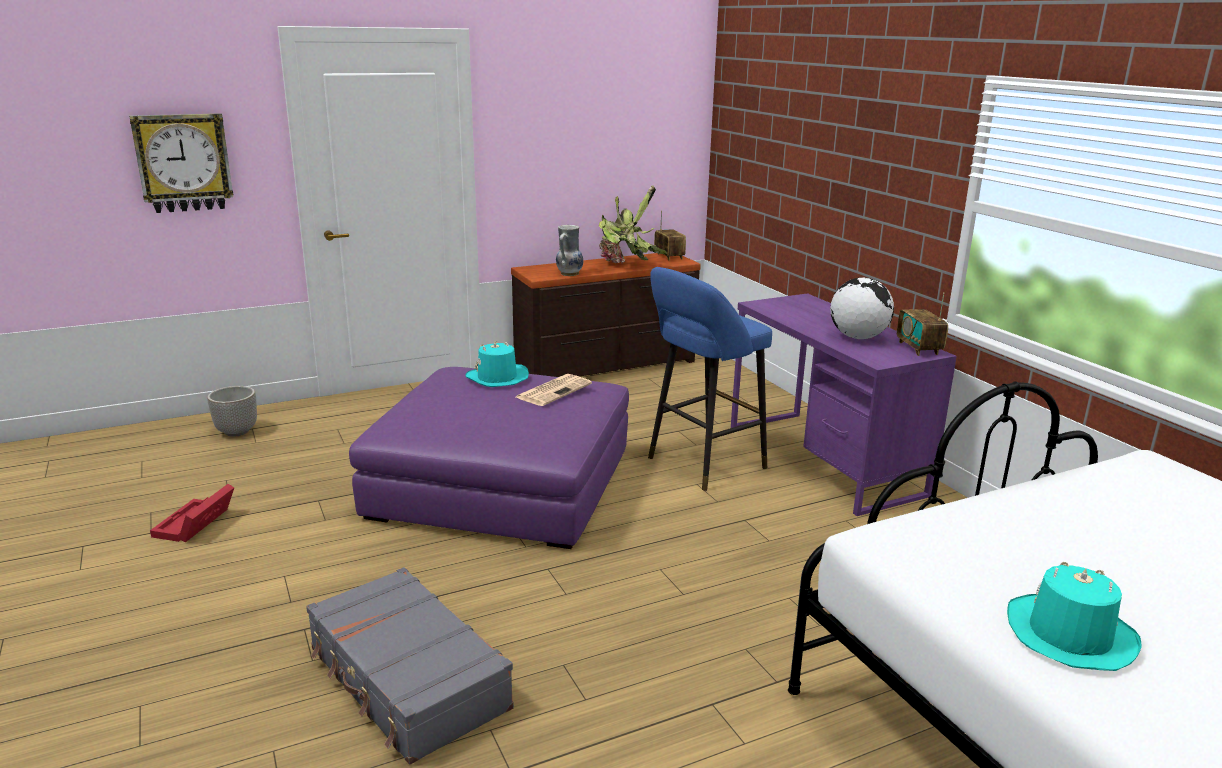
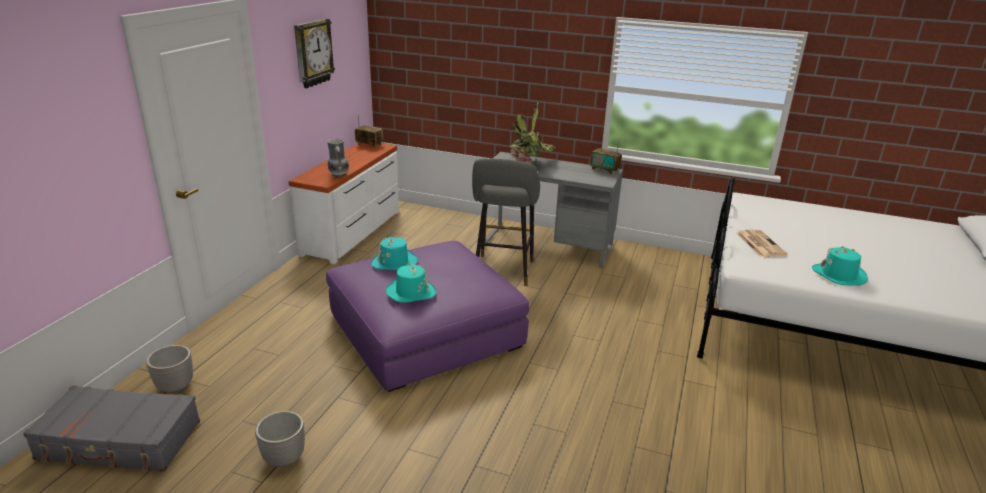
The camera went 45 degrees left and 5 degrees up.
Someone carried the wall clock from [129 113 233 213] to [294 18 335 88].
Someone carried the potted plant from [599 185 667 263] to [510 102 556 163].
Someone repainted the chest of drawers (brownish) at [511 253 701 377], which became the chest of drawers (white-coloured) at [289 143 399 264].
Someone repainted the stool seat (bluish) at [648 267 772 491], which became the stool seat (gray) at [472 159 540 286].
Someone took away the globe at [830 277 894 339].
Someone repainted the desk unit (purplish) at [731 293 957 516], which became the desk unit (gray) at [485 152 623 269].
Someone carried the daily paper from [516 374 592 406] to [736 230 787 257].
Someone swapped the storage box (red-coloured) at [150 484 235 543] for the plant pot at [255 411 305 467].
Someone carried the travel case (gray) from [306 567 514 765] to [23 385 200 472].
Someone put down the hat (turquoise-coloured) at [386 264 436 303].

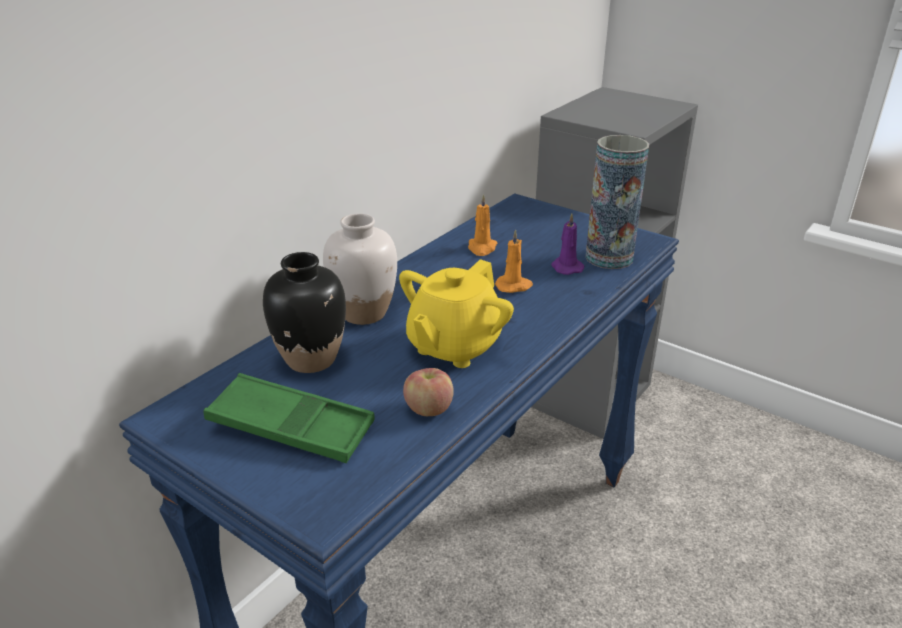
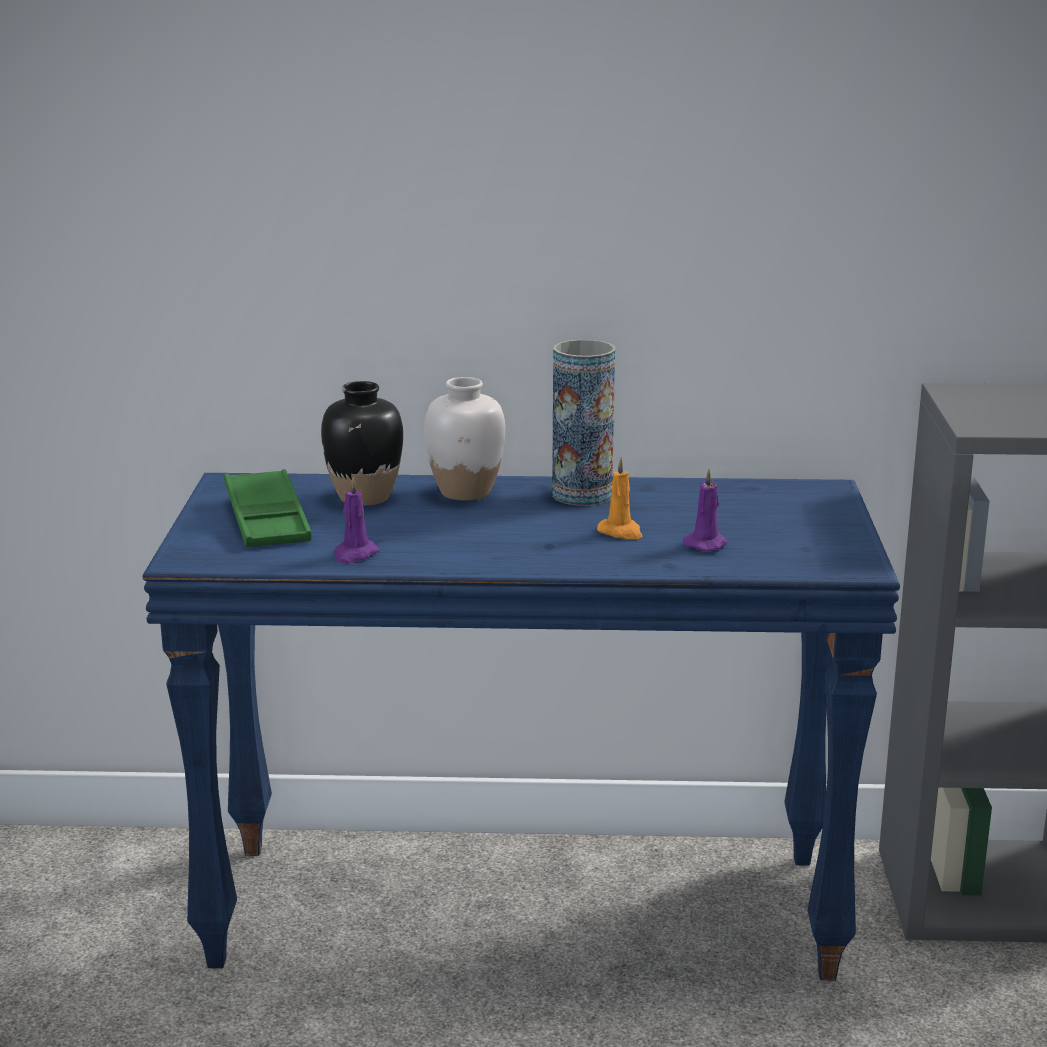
The camera went 55 degrees right and 10 degrees down.
Someone carried the flower vase from [585 135 649 269] to [552 339 615 506].
Someone took away the wax candle (orange) at [468 194 497 256].
Someone took away the teapot (yellow) at [399 259 514 368].
Someone swapped the apple at [403 368 454 416] for the wax candle (purplish) at [334 477 379 564].

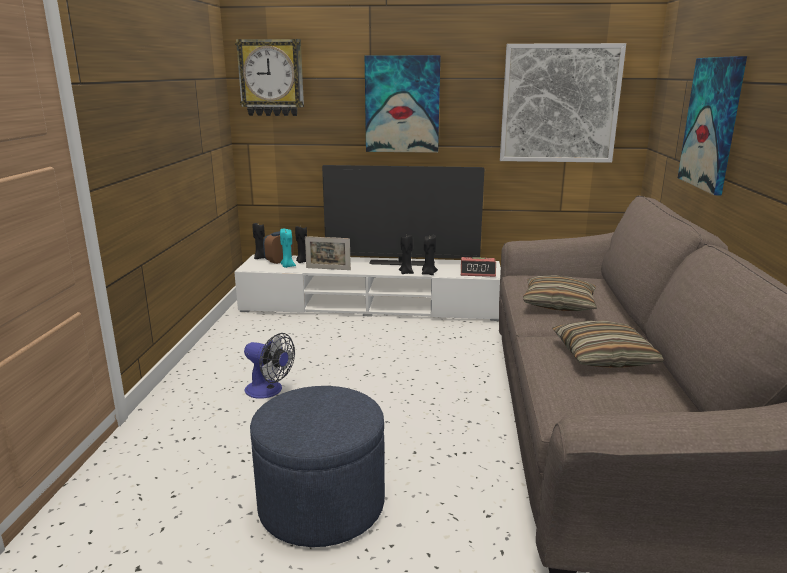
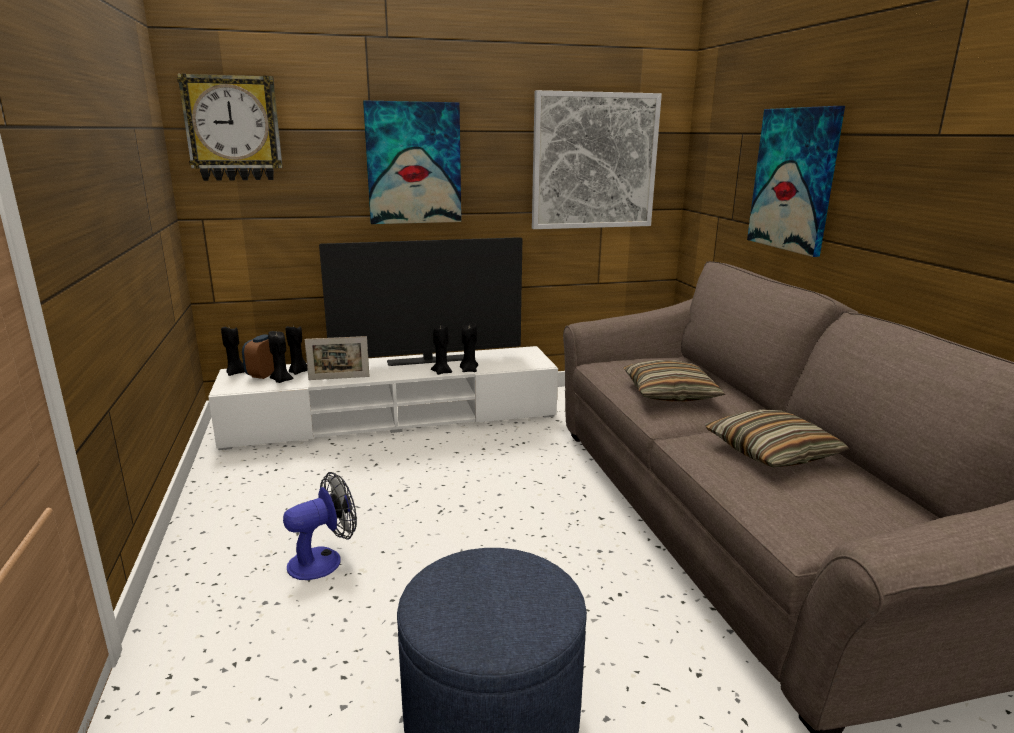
The camera went 20 degrees left and 0 degrees up.
Someone repainted the wax candle (turquoise-coloured) at [280 229 296 268], which became the wax candle (black-coloured) at [268 331 294 383].
Someone took away the alarm clock at [461 257 496 277].
Someone rotated the electric fan at [244 333 295 399] by 45 degrees counterclockwise.

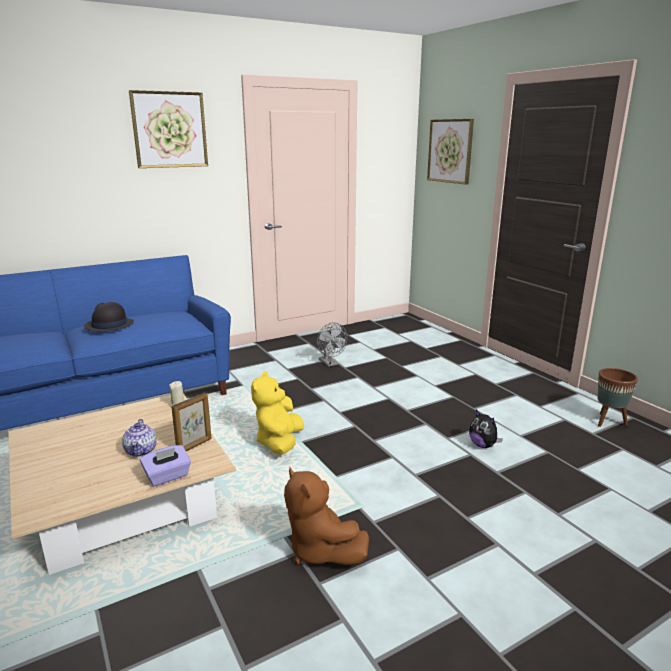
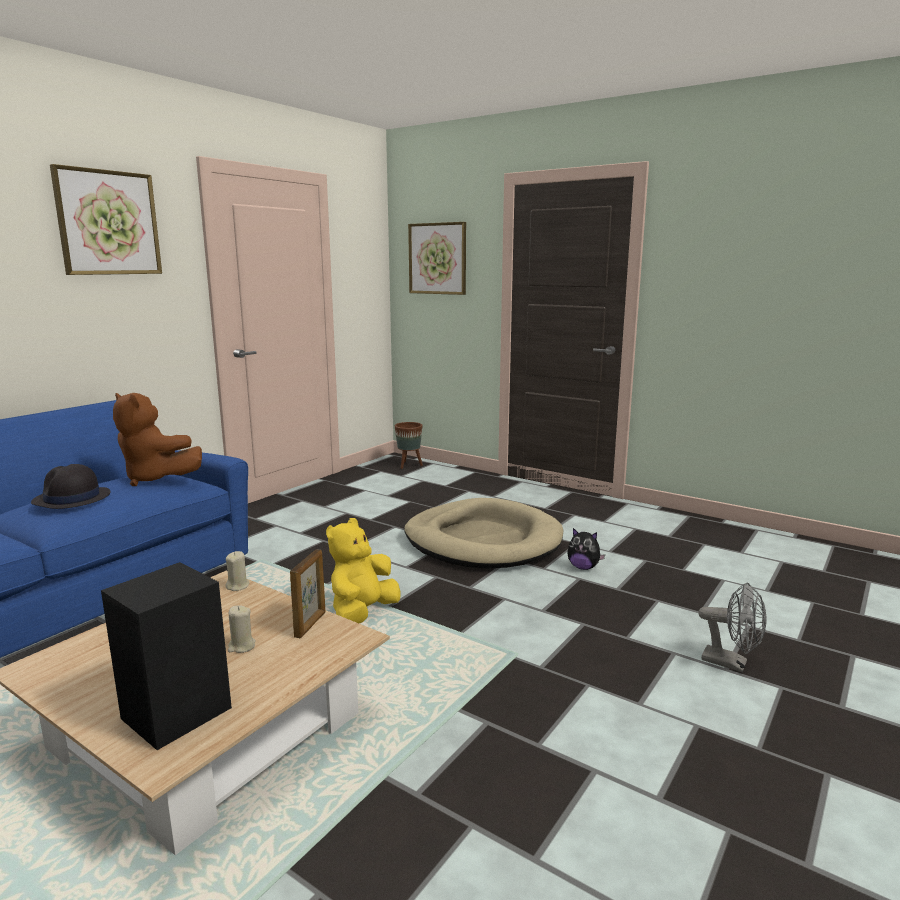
The camera went 25 degrees left and 5 degrees down.
Someone carried the electric fan (gray) from [317 322 347 367] to [698 582 766 672].
Someone carried the plant pot (brownish) from [597 368 638 427] to [395 422 423 469].
Someone rotated the soft toy (yellow) at [251 371 304 455] by 45 degrees clockwise.
Someone swapped the teapot at [122 419 157 457] for the wax candle (beige-coloured) at [228 605 256 653].
Someone took away the tissue box (purplish) at [140 445 191 487].
Someone carried the soft toy (brownish) from [284 467 369 566] to [113 393 202 486].
Someone put down the dog cushion (beige-coloured) at [404 498 563 568].
Someone put down the loudspeaker (black-coloured) at [101 562 232 750].

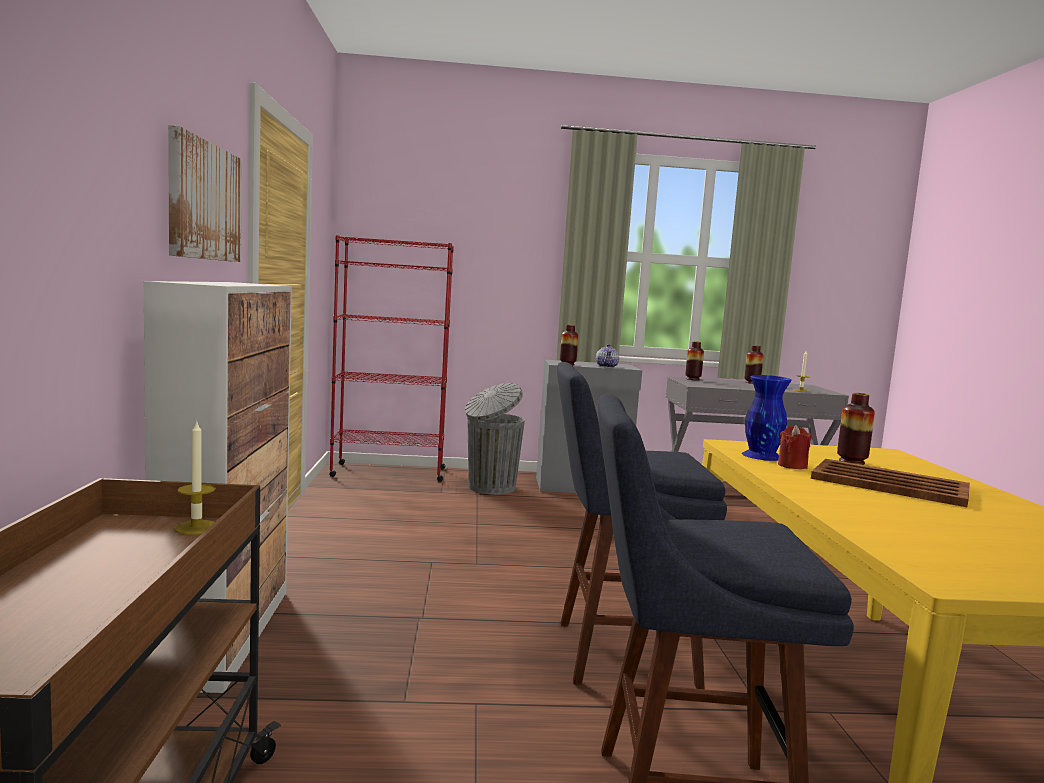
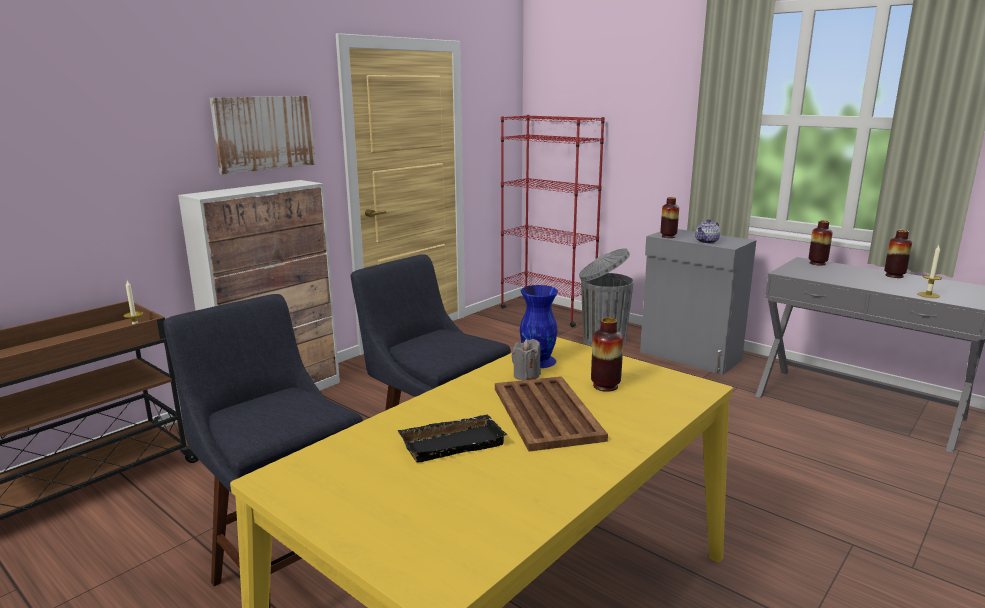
The camera went 45 degrees right and 10 degrees up.
Someone repainted the wax candle (red-coloured) at [778 425 811 469], which became the wax candle (gray) at [511 339 541 380].
Someone put down the serving tray (black-coloured) at [398 415 507 463].

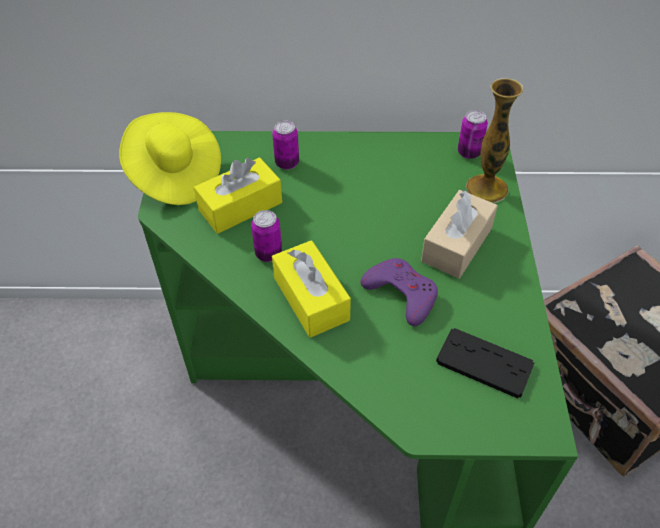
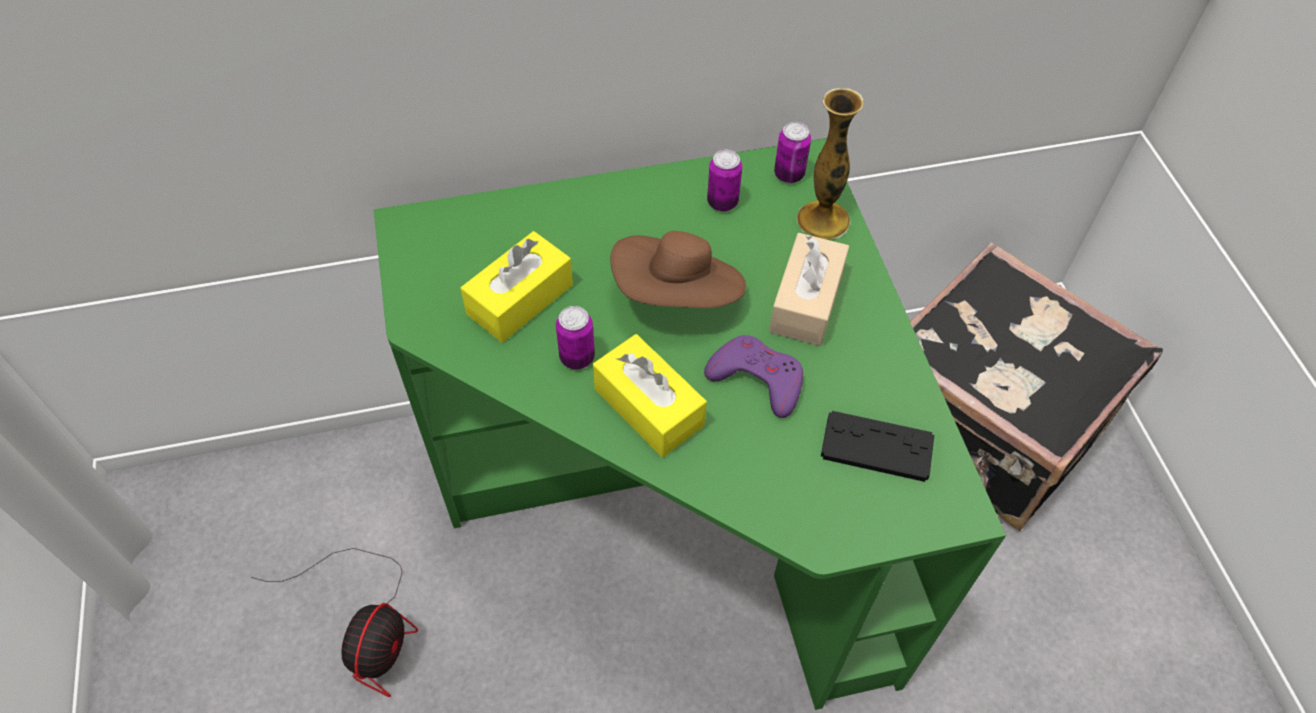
The camera went 15 degrees left and 5 degrees up.
Someone took away the hat (yellow) at [119 112 221 205].
Someone carried the can from [272 120 299 169] to [707 150 742 211].
Someone put down the hat (brownish) at [610 231 746 308].
Someone put down the electric fan at [251 548 418 697].

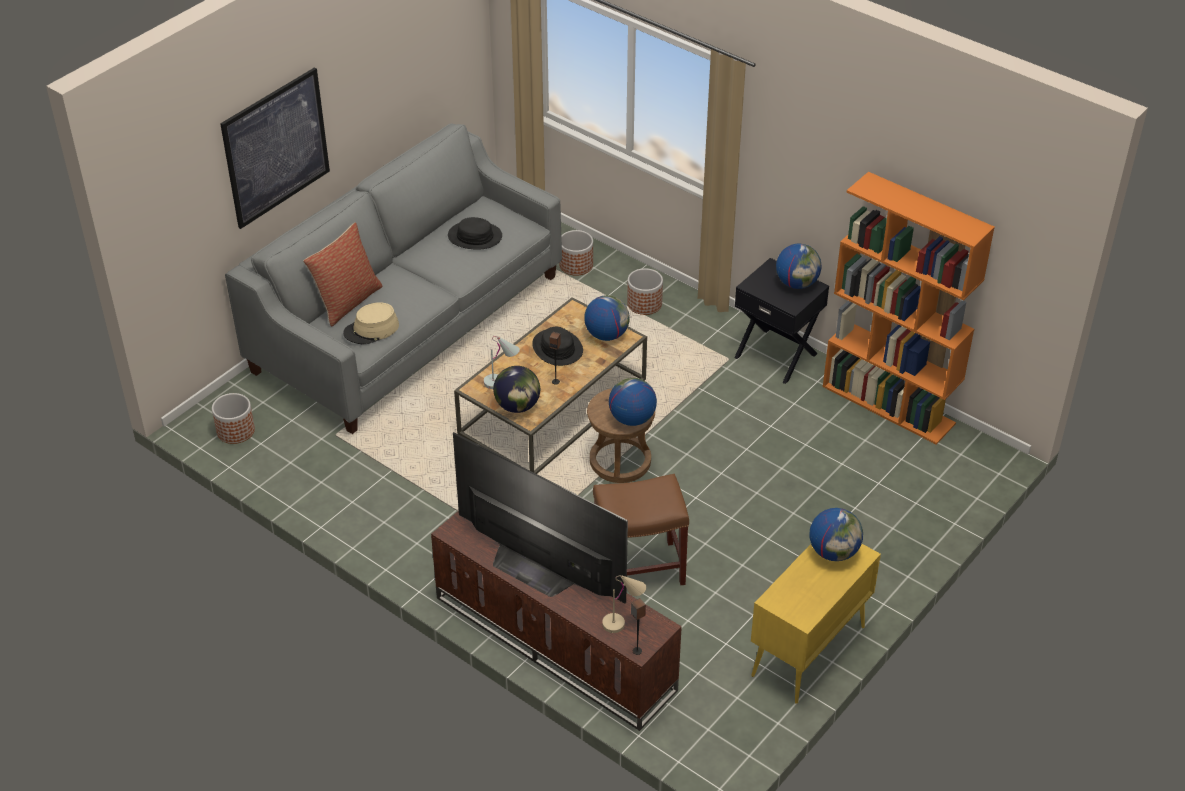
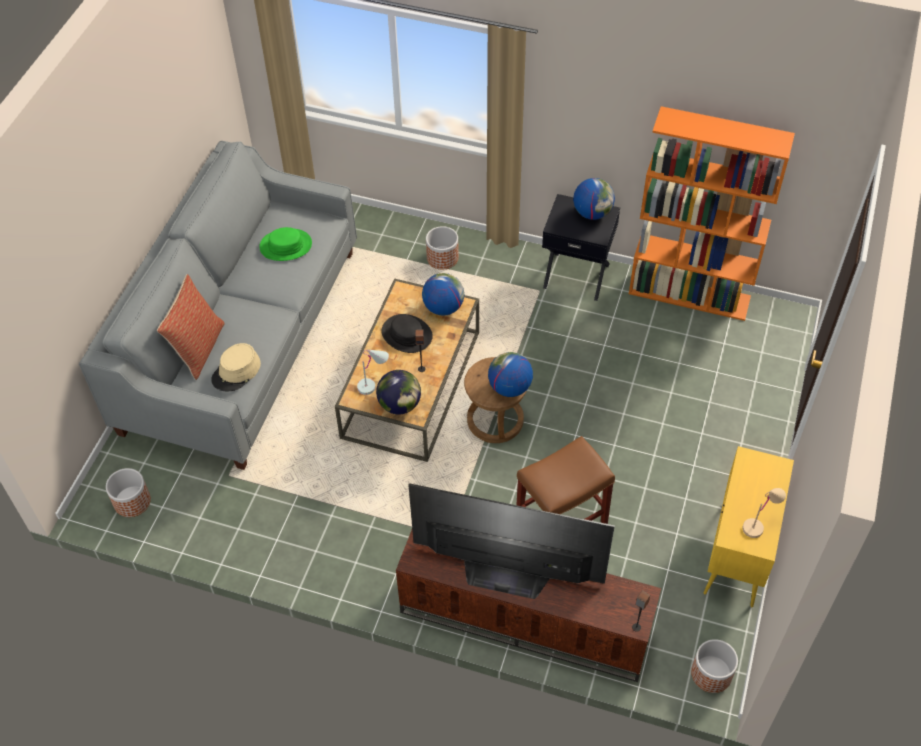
The camera went 20 degrees left and 10 degrees up.
Someone took away the wall art at [220 67 330 229].
Someone repainted the hat (black-coloured) at [448 217 502 250], which became the hat (green) at [259 227 312 261].
Someone carried the plant pot from [559 230 593 276] to [691 639 738 693].
Someone took away the globe at [809 508 863 561].
Someone carried the table lamp (beige-coloured) from [602 575 646 633] to [742 488 786 538].

